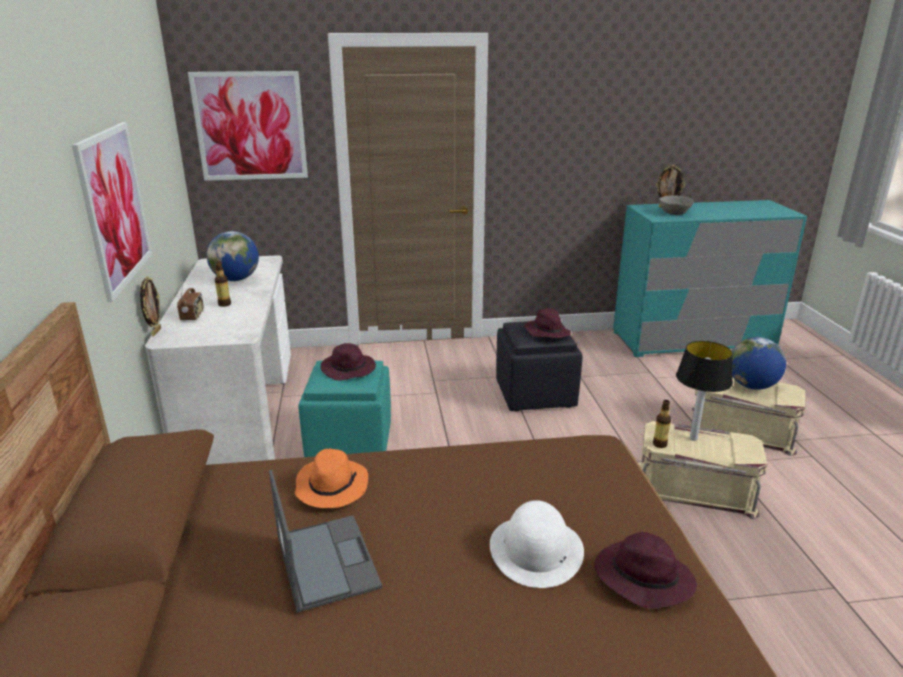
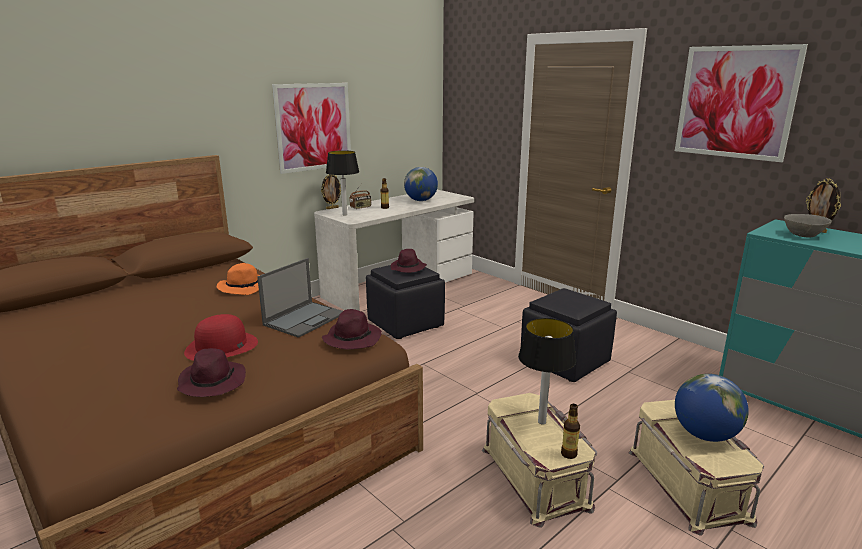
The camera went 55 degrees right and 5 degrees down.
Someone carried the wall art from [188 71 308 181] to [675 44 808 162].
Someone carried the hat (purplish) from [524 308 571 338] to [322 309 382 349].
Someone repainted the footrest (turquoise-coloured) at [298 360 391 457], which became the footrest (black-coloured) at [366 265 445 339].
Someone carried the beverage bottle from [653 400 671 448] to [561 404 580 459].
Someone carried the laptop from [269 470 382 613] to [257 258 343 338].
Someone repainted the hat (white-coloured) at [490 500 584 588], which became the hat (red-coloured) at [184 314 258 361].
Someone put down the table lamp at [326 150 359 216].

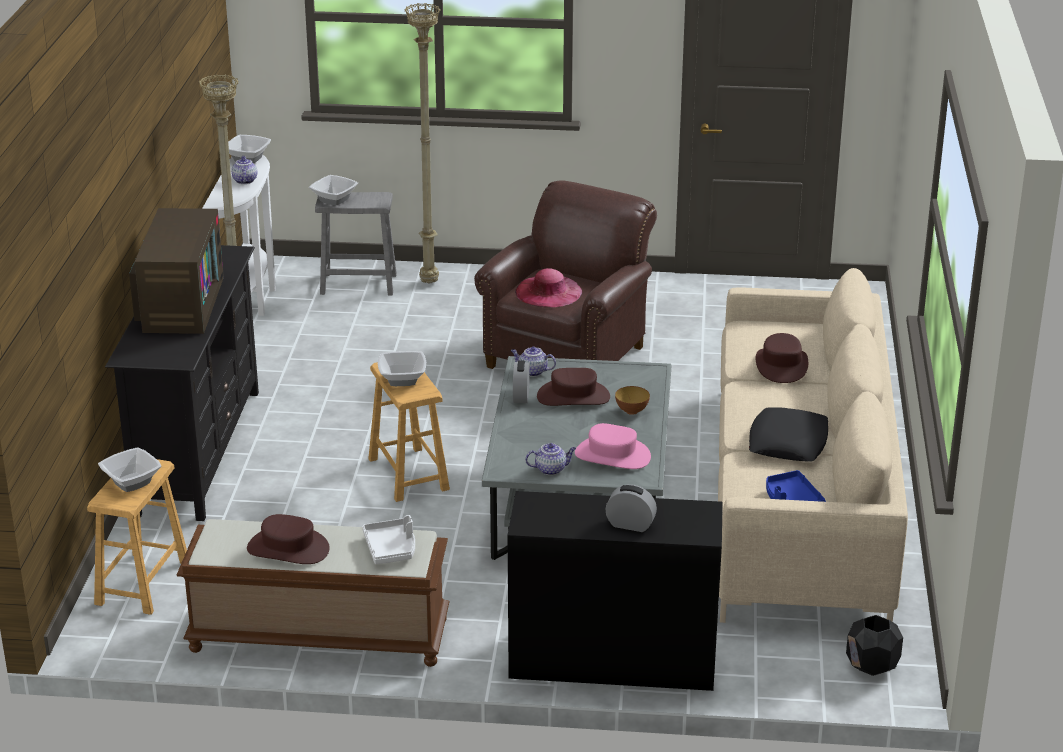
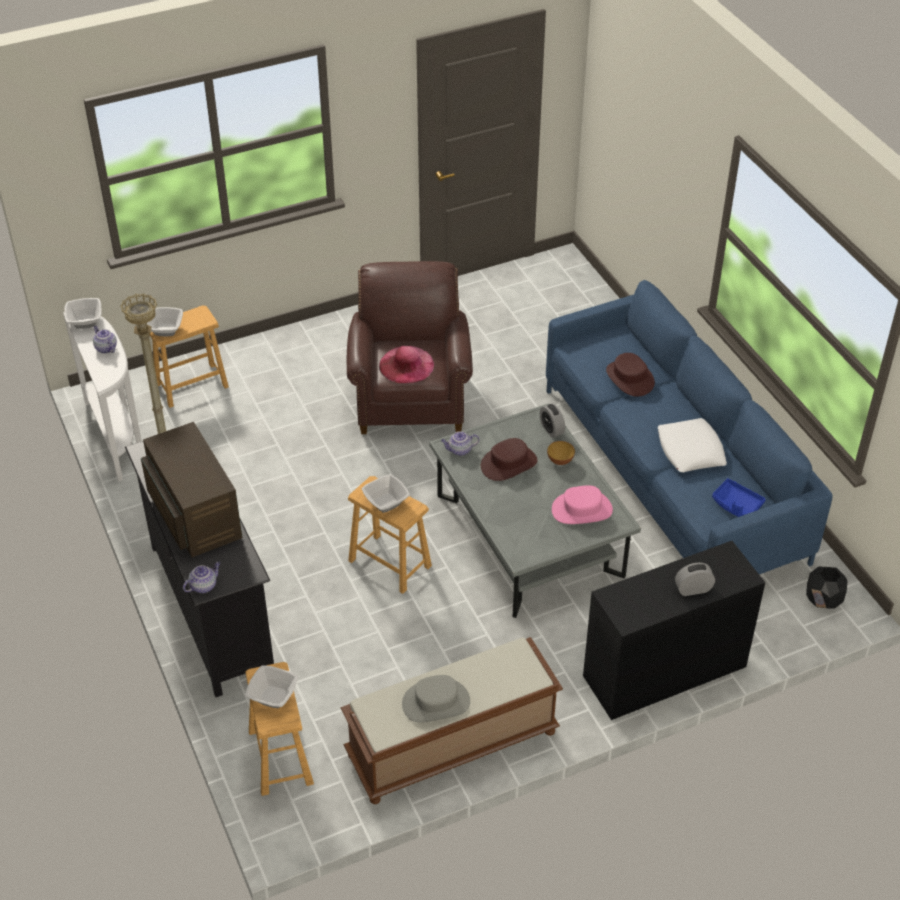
The camera went 30 degrees left and 15 degrees up.
Someone took away the standard lamp (beige-coloured) at [404 3 441 283].
Someone repainted the stool seat (gray) at [315 192 397 295], which became the stool seat (brownish) at [150 305 229 408].
Someone repainted the sofa (beige-coloured) at [718 268 908 623], which became the sofa (bluish) at [546 280 833 574].
Someone carried the alarm clock from [513 360 530 403] to [540 404 565 438].
Someone repainted the cushion (black-coloured) at [749 407 828 462], which became the cushion (white-coloured) at [658 418 727 472].
Someone carried the teapot from [525 443 576 475] to [183 562 220 593].
Someone repainted the hat (brownish) at [247 514 330 564], which became the hat (gray) at [402 675 470 722].
Someone took away the serving tray (white-coloured) at [362 515 415 564].

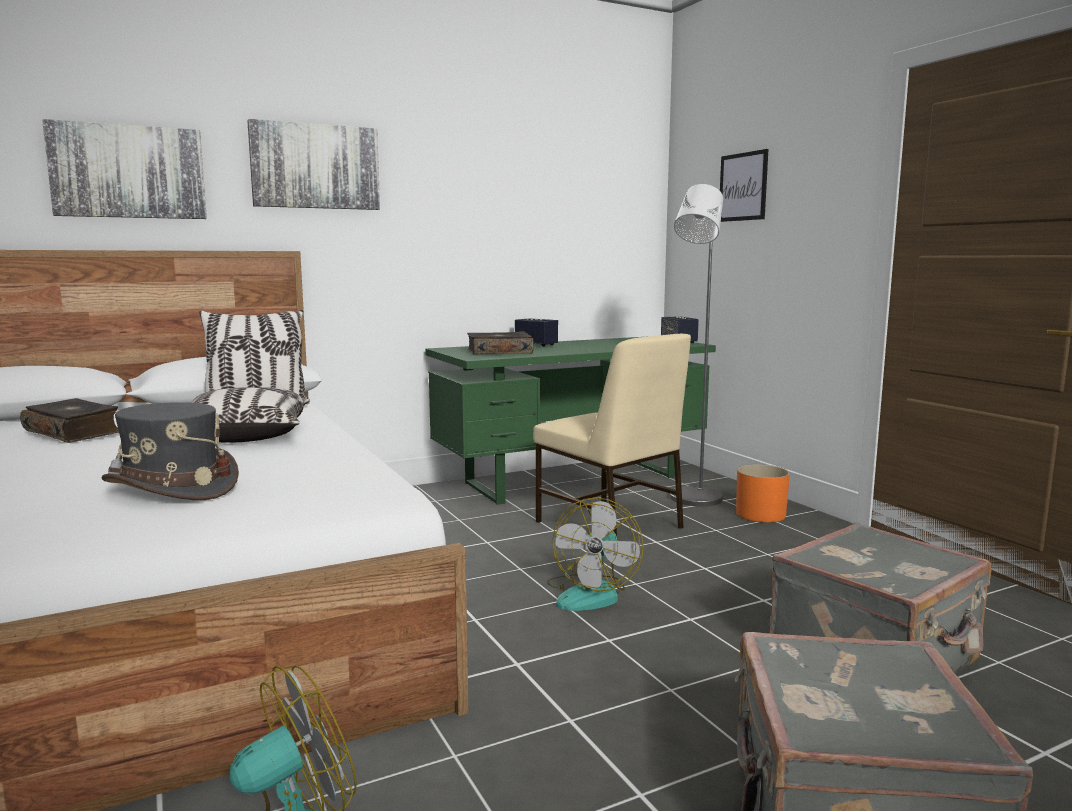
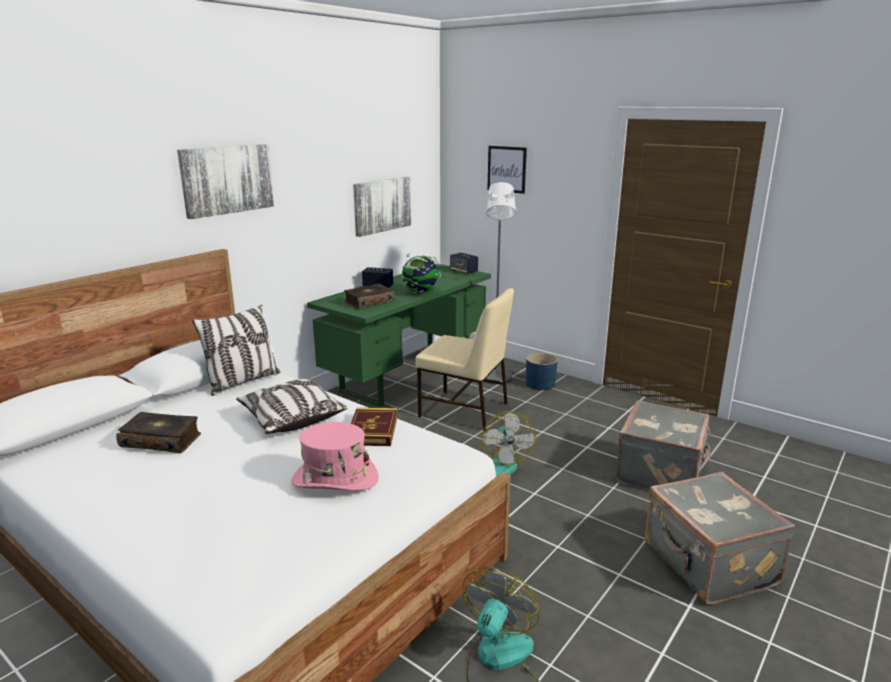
The camera went 25 degrees left and 10 degrees up.
Someone carried the wall art from [42 119 207 219] to [353 177 411 237].
Someone repainted the hat (gray) at [101 402 239 500], which became the hat (pink-coloured) at [291 422 379 490].
Someone repainted the plant pot (orange) at [736 464 790 522], which became the plant pot (bluish) at [526 353 558 390].
Someone put down the globe at [401 253 441 294].
Someone put down the bound book at [351 408 397 446].

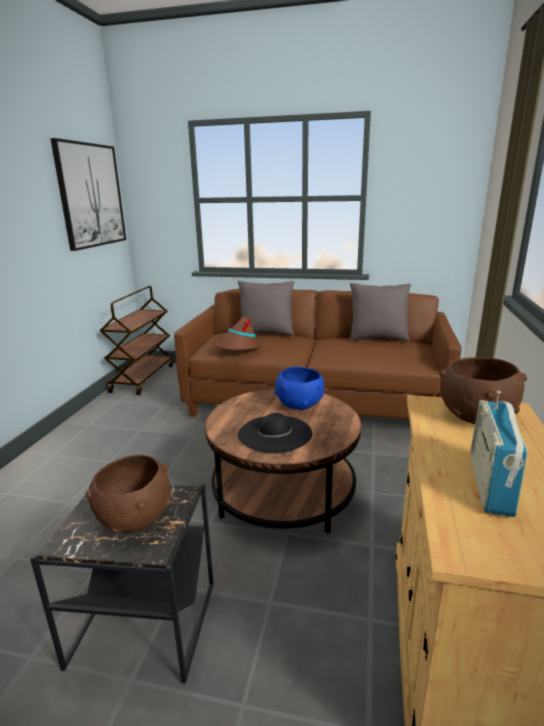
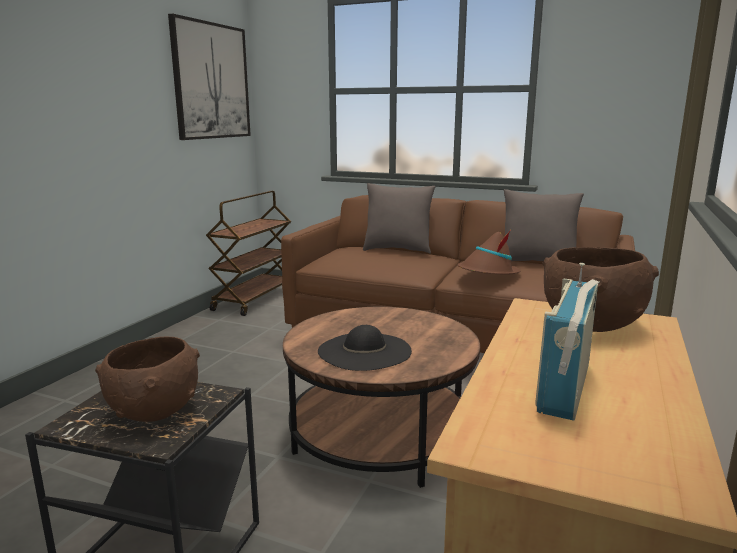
The camera went 10 degrees right and 5 degrees down.
Someone carried the hat (brownish) from [215 316 262 350] to [458 230 520 275].
Someone took away the serving bowl (bluish) at [274 366 324 410].

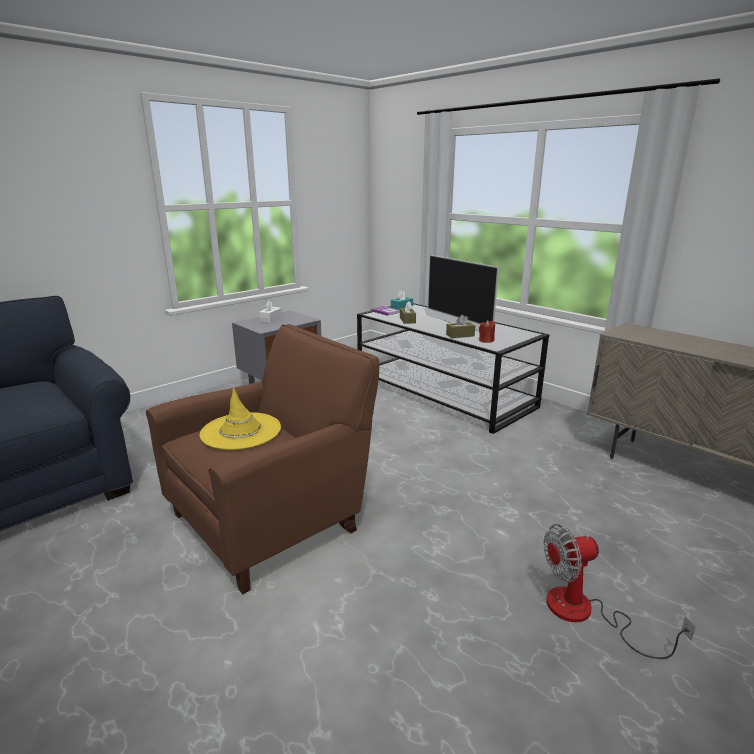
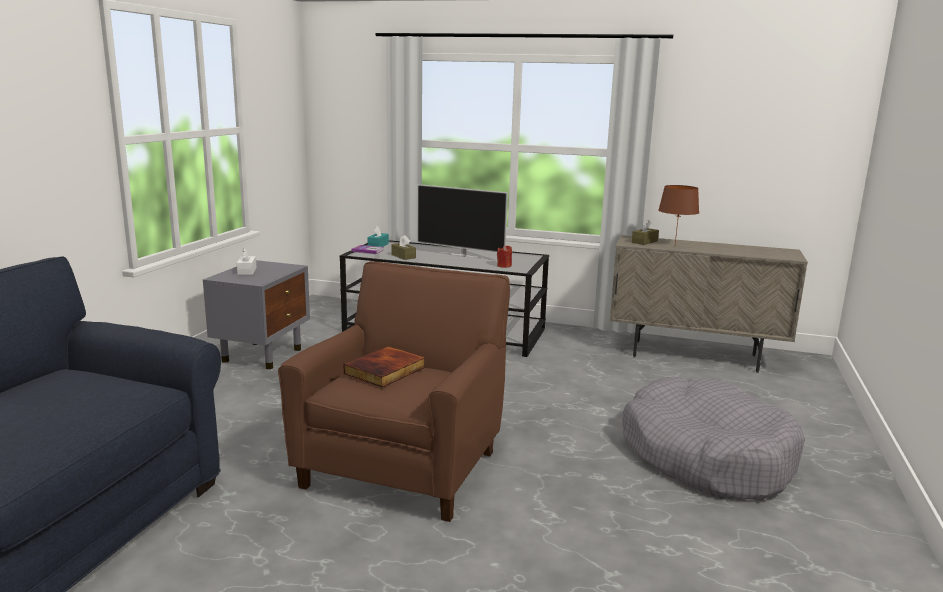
The camera went 30 degrees left and 5 degrees down.
Someone carried the tissue box (brownish) from [446 315 475 338] to [632 220 659 245].
Someone swapped the hat (yellow) at [200 388 281 450] for the bound book at [343 346 426 387].
Someone swapped the electric fan at [544 524 696 659] for the dog cushion (gray) at [622 376 805 500].
Someone put down the table lamp (brownish) at [658 185 699 244].

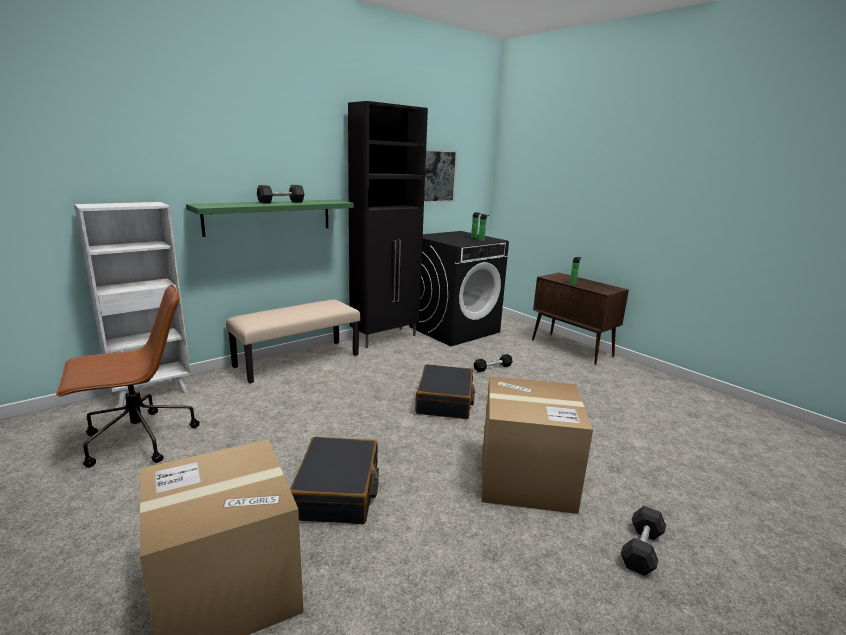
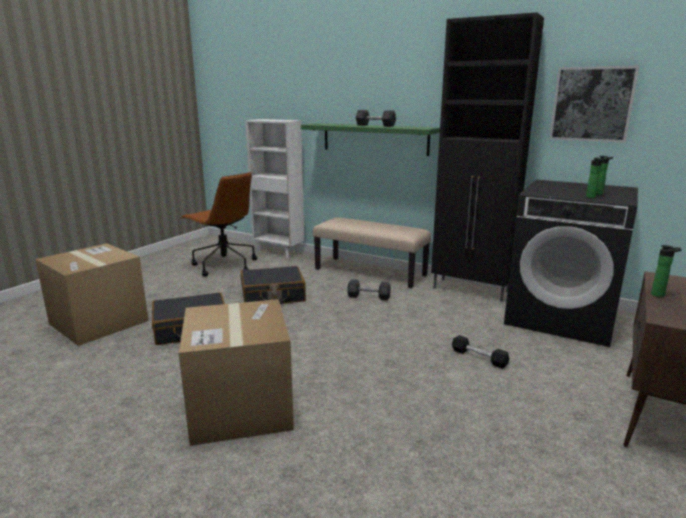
The camera went 70 degrees right and 0 degrees up.
Someone carried the travel case (black-coloured) from [415 364 475 419] to [241 266 306 304].
Someone carried the dumbbell (gray) from [621 506 666 576] to [347 279 391 300].

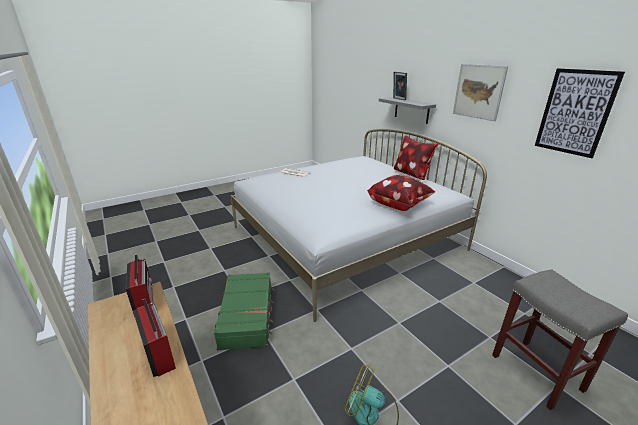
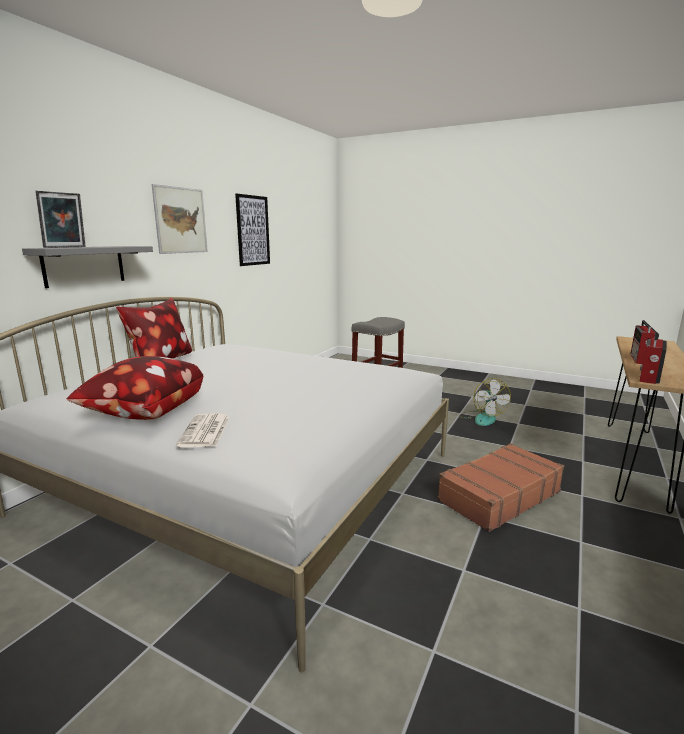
The camera went 120 degrees left and 10 degrees down.
Someone carried the cushion from [367 175 435 211] to [66 356 203 420].
Someone repainted the travel case (green) at [214 272 274 351], which became the travel case (brownish) at [438 443 564 532].

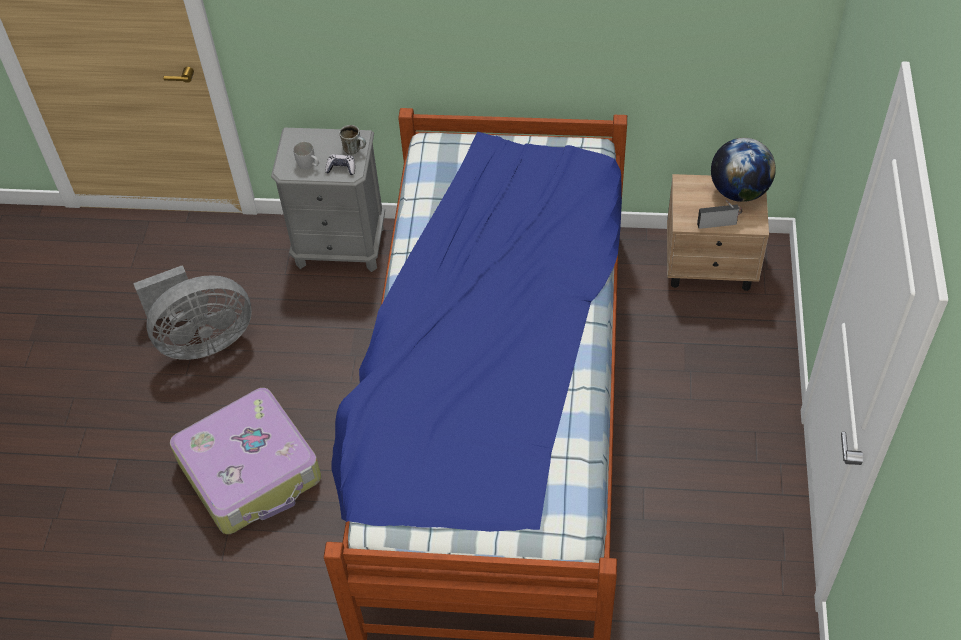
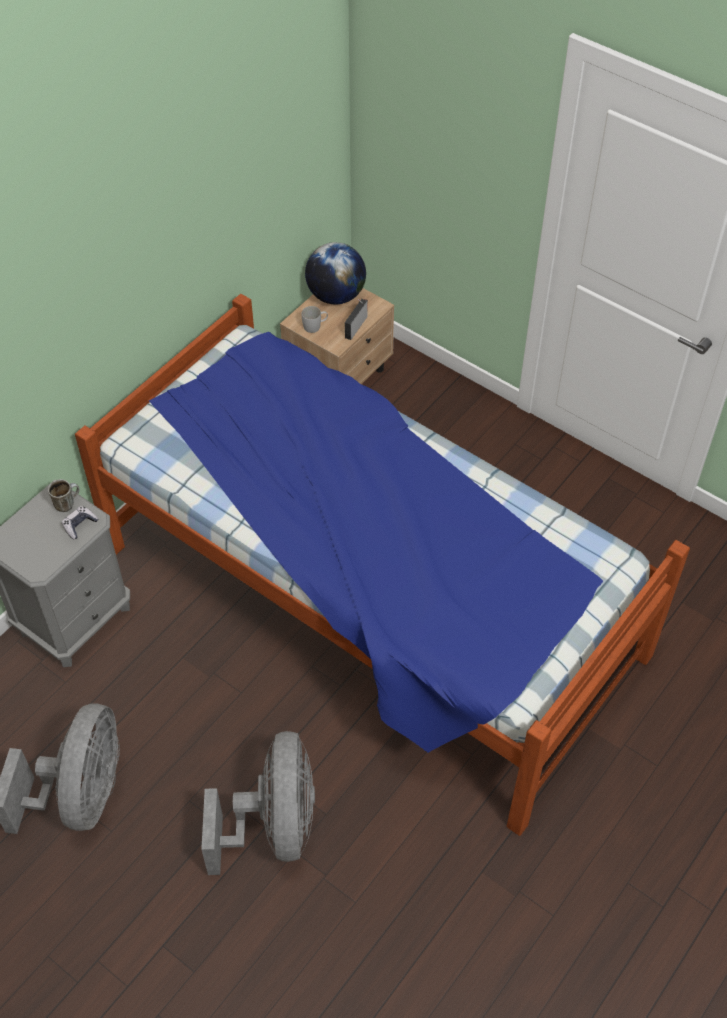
The camera went 60 degrees left and 0 degrees up.
Someone carried the tea mug (white-coloured) from [293 142 319 169] to [302 306 328 333].
Someone swapped the travel case at [170 388 321 534] for the electric fan (gray) at [201 731 315 875].

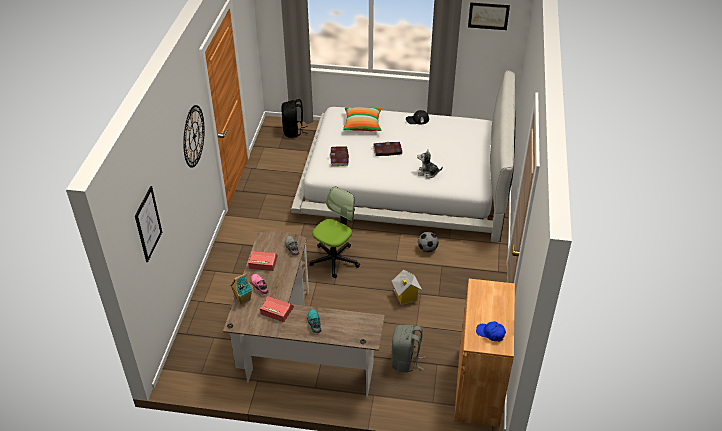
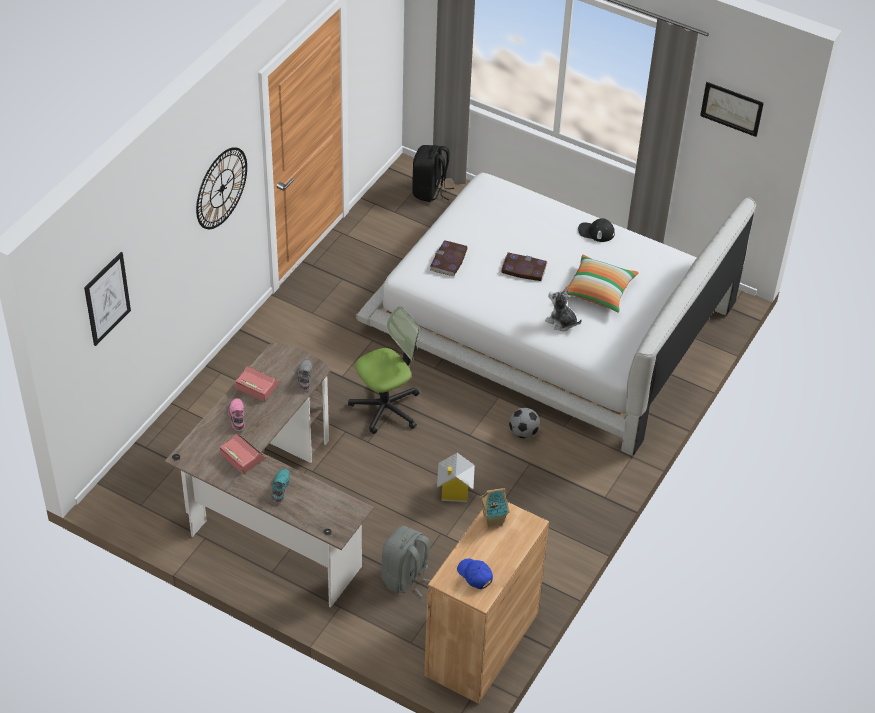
The camera went 20 degrees right and 5 degrees up.
Someone carried the cushion from [343 107 382 131] to [563 255 639 313].
Someone carried the miniature house from [230 273 253 304] to [479 488 510 527].

